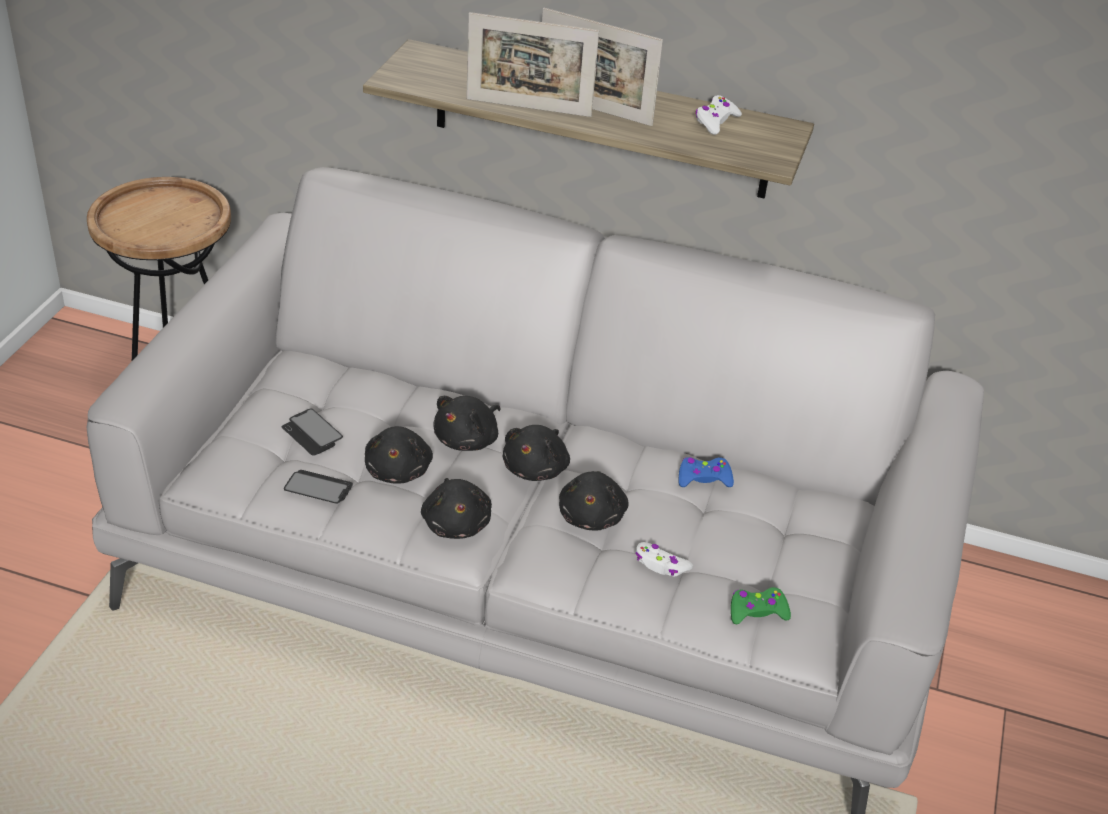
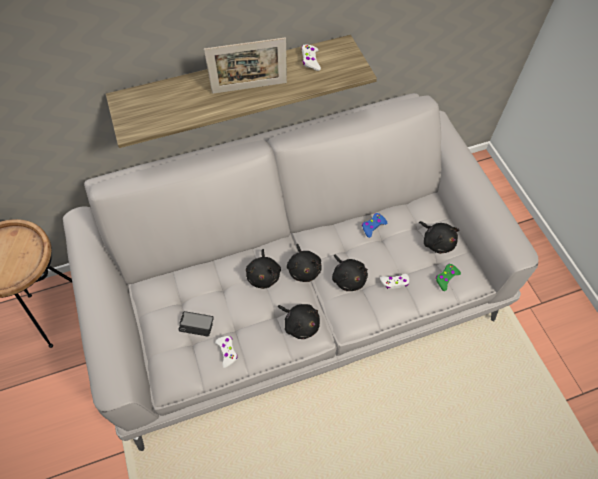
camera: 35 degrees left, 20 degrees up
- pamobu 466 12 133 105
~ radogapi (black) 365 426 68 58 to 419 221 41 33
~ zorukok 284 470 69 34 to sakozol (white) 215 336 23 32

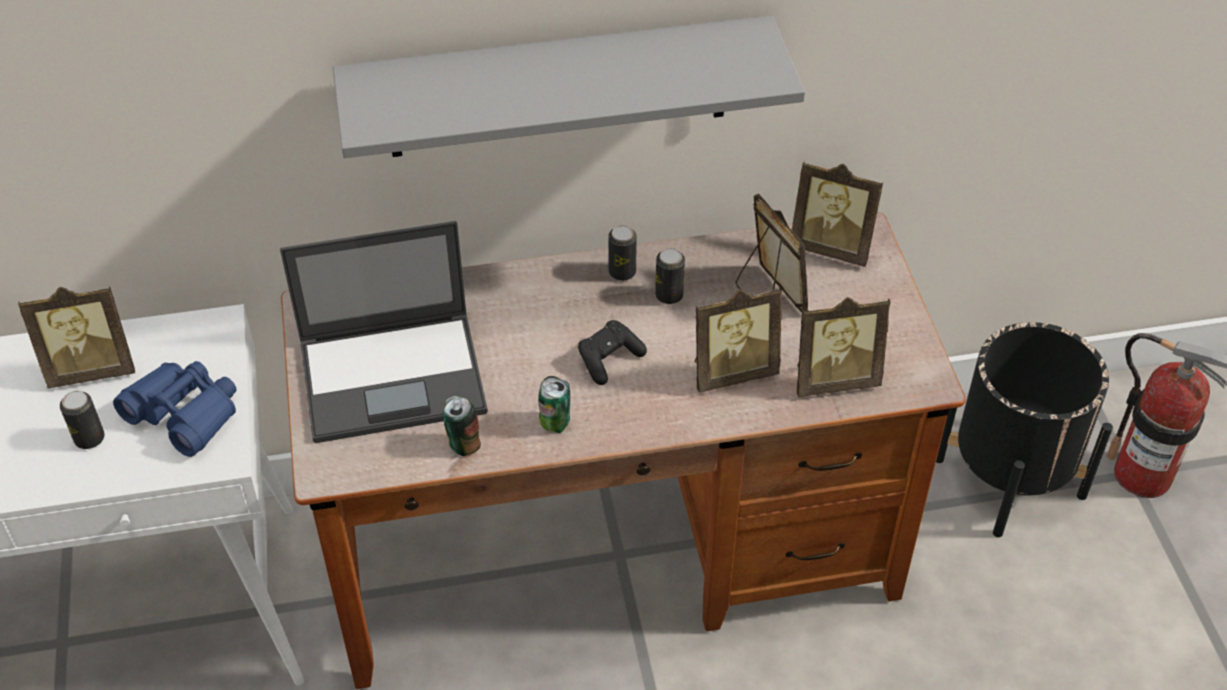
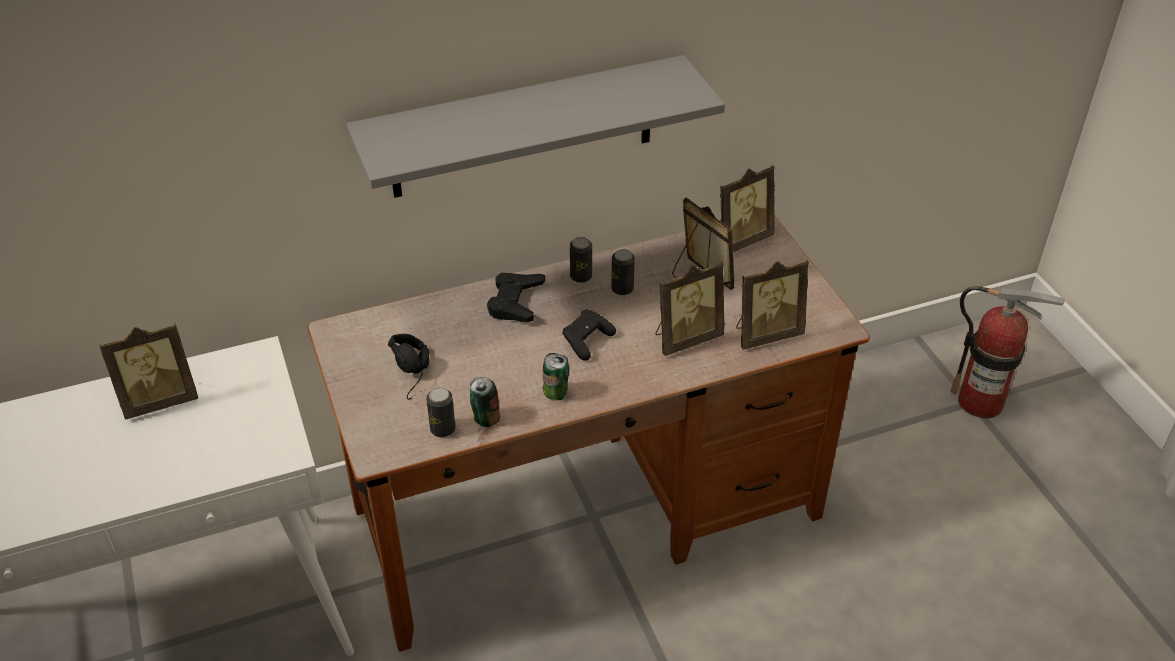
camera: 10 degrees left, 5 degrees down
- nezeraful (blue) 113 361 123 96
- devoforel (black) 936 322 177 215
+ sakozol (black) 487 273 58 49
~ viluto 60 391 45 58 to 426 387 29 50
~ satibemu 280 221 208 222 to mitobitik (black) 388 334 42 66
~ pamobu 792 161 91 106 = 720 165 55 87 45 degrees counterclockwise

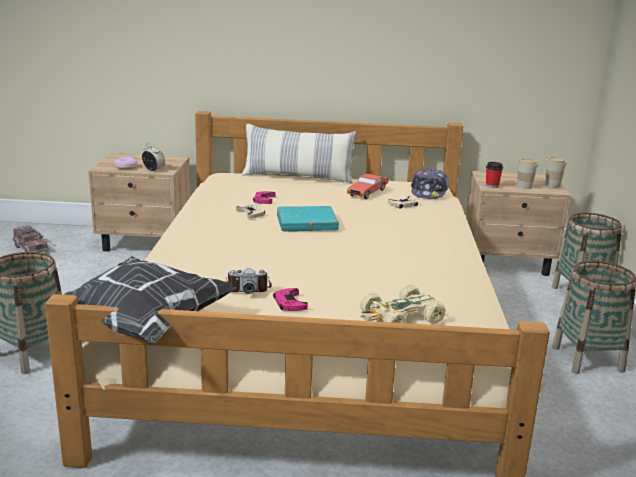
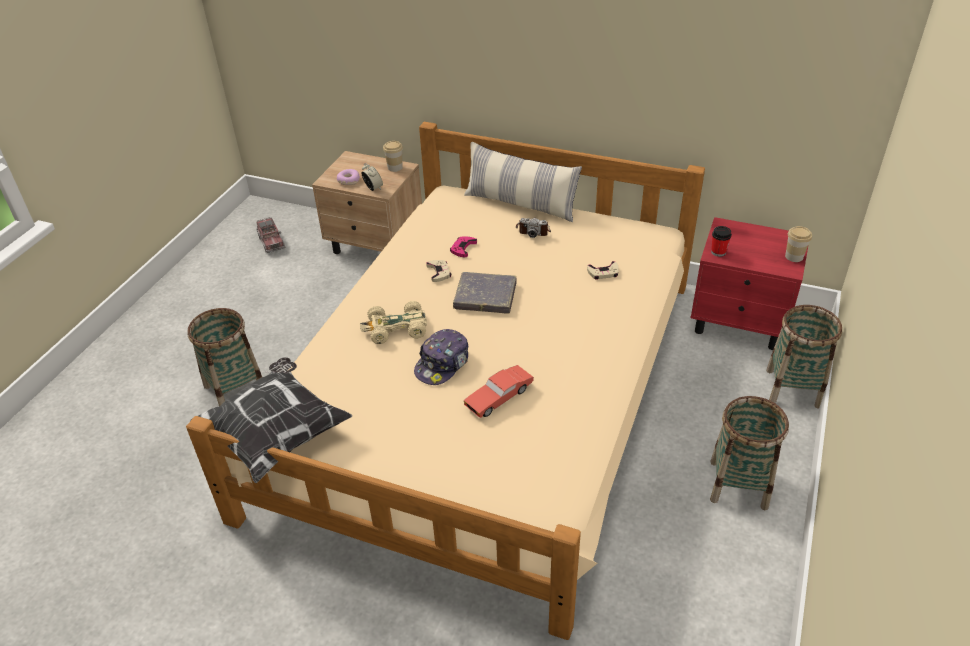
camera: 20 degrees right, 20 degrees up
- sakozol (pink) 273 288 35 23
~ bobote 225 268 47 26 to 516 218 35 20
~ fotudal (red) 347 174 42 25 to 464 365 70 53
~ fotudal (beige) 360 284 86 40 to 360 301 67 43
~ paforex 411 168 38 31 to 414 329 54 56
~ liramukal 517 158 21 31 to 383 141 20 31
~ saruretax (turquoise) 277 206 62 26 to saruretax (grey) 453 272 64 42
~ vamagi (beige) 466 171 105 105 to vamagi (red) 691 217 117 133

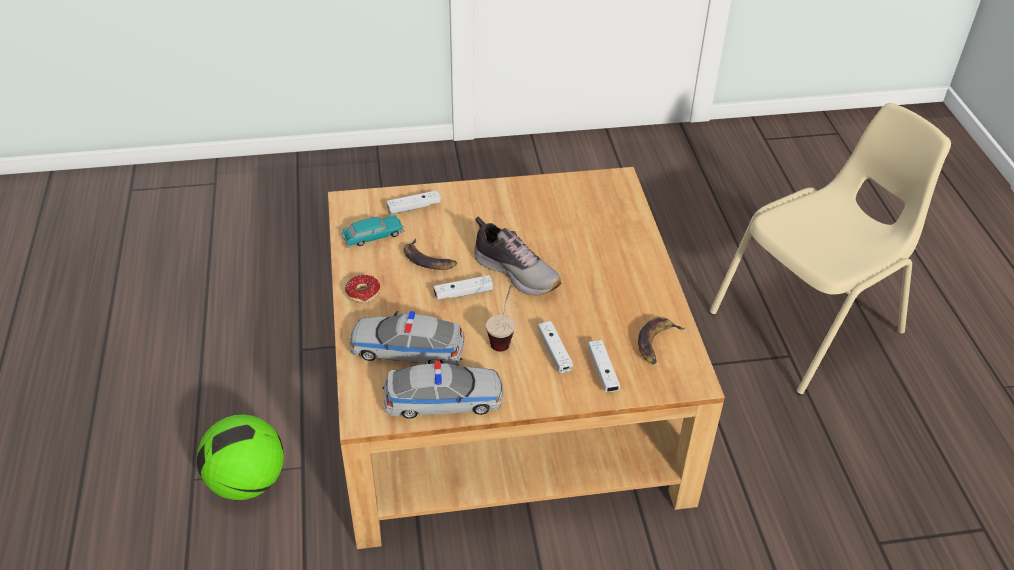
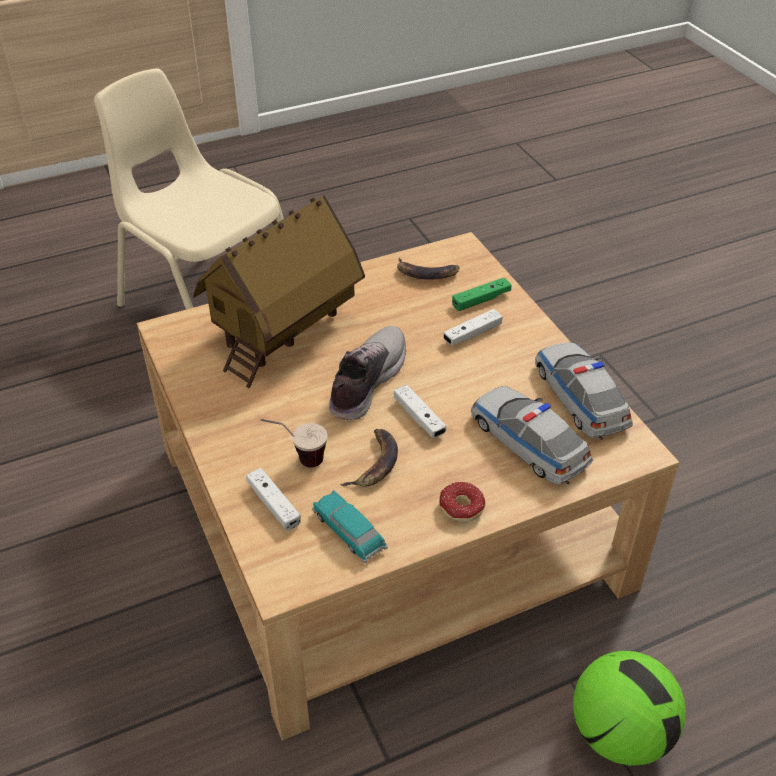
camera: 105 degrees left, 0 degrees up
+ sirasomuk 193 195 172 193
~ liramukal 486 285 29 67 to 260 419 67 48
~ sakozol (white) 588 340 32 52 to sakozol (green) 452 278 59 33
~ fotudal 349 311 116 54 = 471 386 122 99 150 degrees clockwise

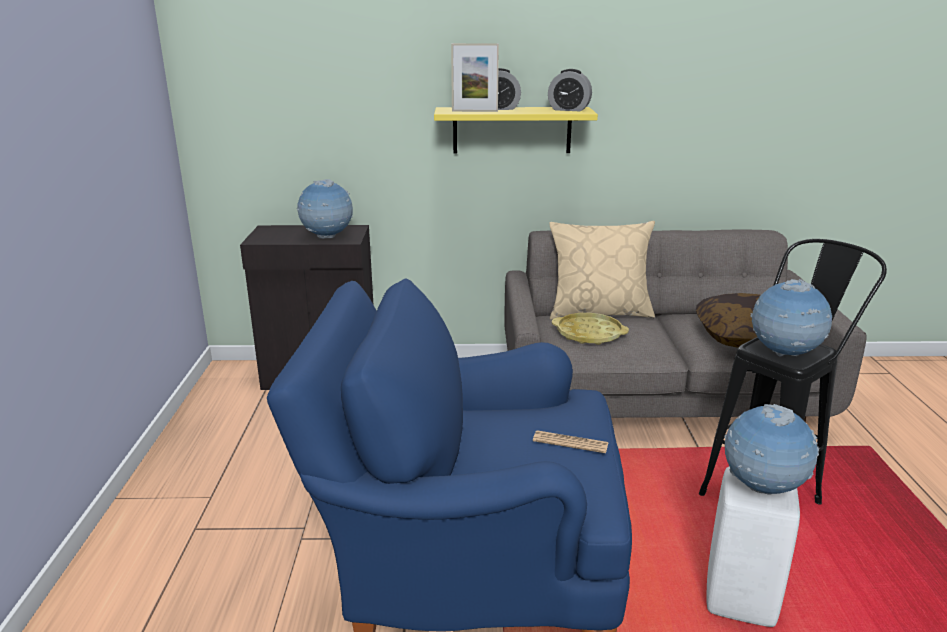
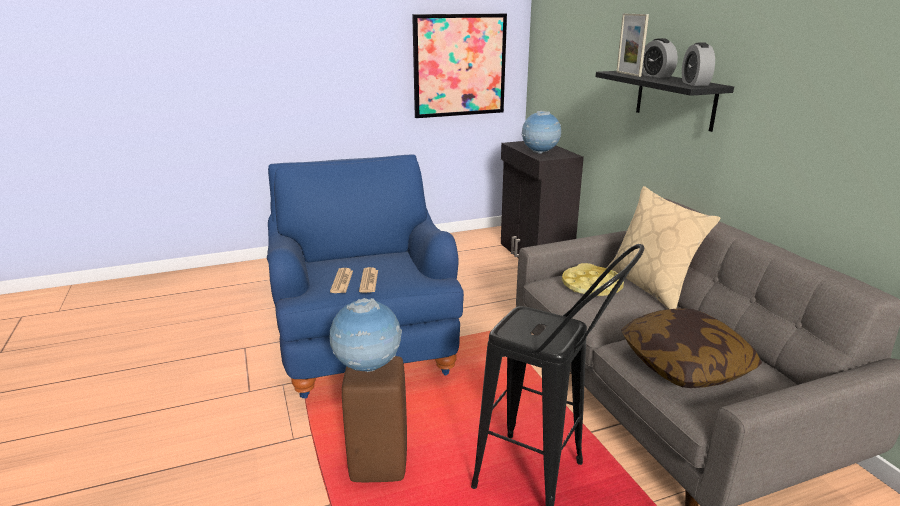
camera: 70 degrees right, 0 degrees up
- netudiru 751 279 81 78
+ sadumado 330 268 23 25
+ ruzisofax 412 14 95 104
~ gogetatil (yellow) 434 107 164 47 to gogetatil (black) 596 71 138 61
~ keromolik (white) 706 467 94 160 to keromolik (brown) 342 356 65 126

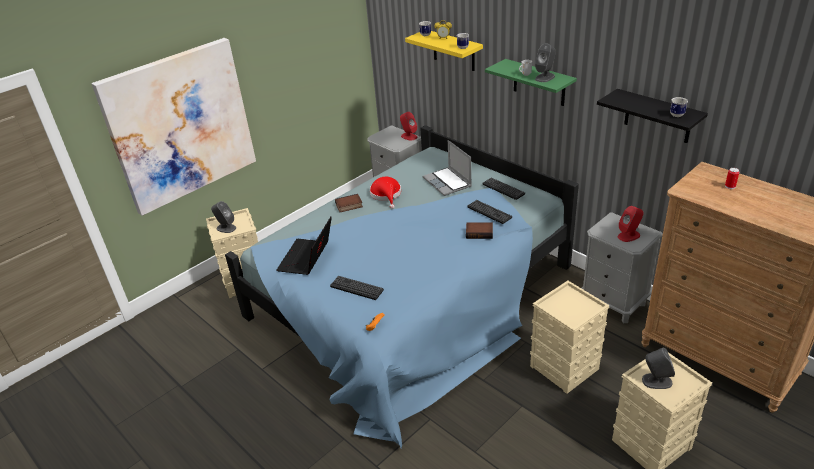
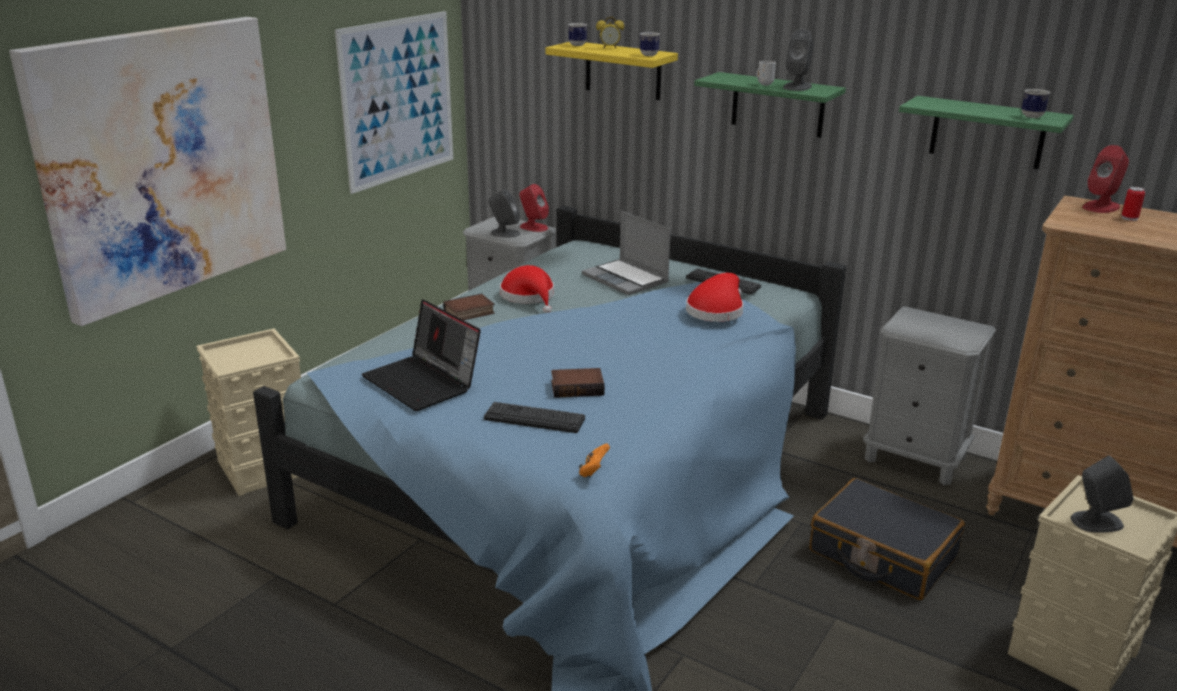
camera: 15 degrees left, 10 degrees down
+ ruzisofax 335 11 118 183
~ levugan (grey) 211 201 25 32 to 489 189 31 48
~ saruretax 466 223 27 16 to 551 368 54 30
~ levugan (red) 618 206 25 36 to 1083 145 46 68
~ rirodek 467 200 45 24 to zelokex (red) 686 273 57 49
~ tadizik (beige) 530 281 79 113 to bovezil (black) 809 478 156 122
~ gogetatil (black) 597 89 111 54 to gogetatil (green) 899 96 175 73
~ satibemu 277 217 55 58 = 361 299 120 112 45 degrees counterclockwise

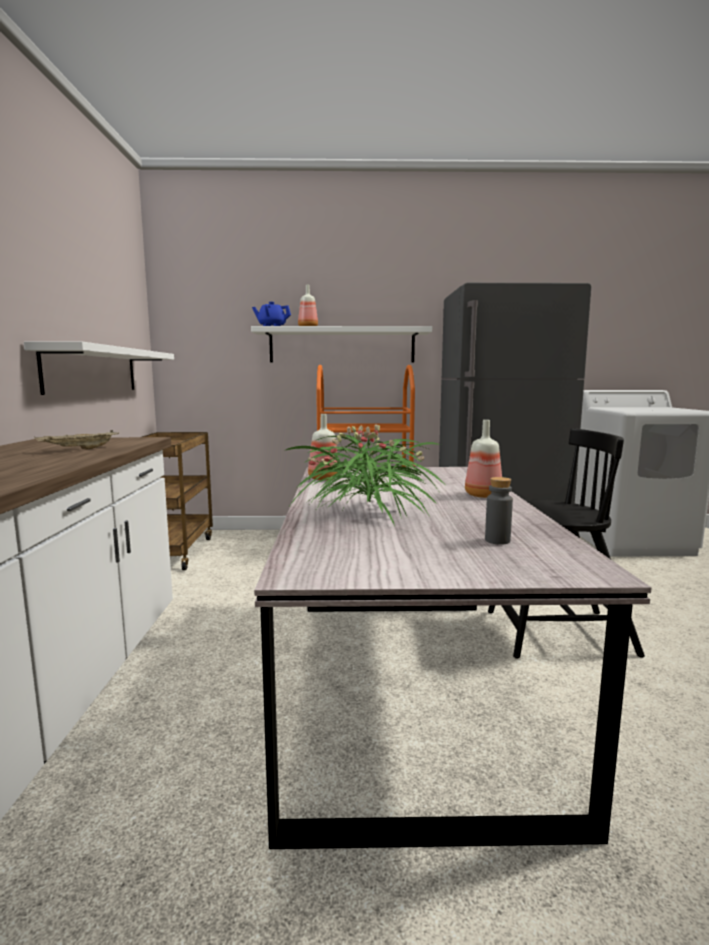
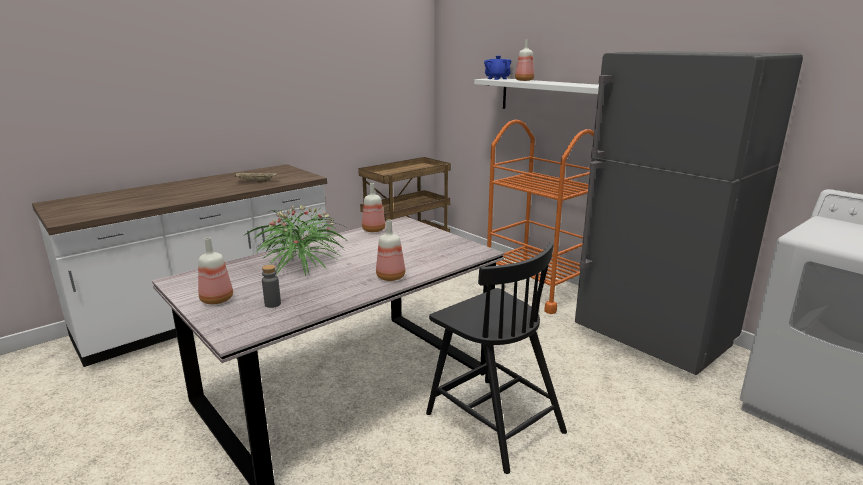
camera: 50 degrees right, 10 degrees up
- gogetatil (white) 24 341 150 54
+ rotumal 198 237 35 67

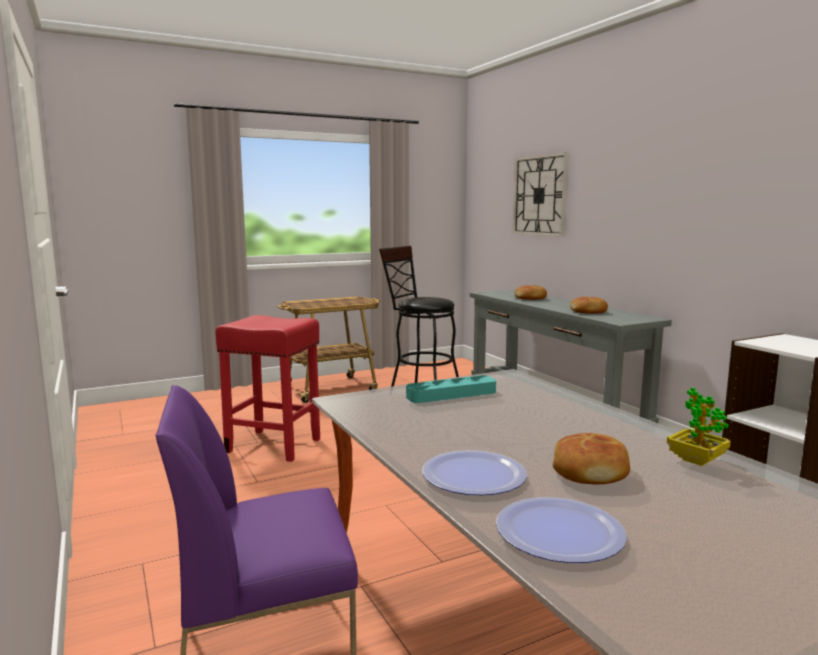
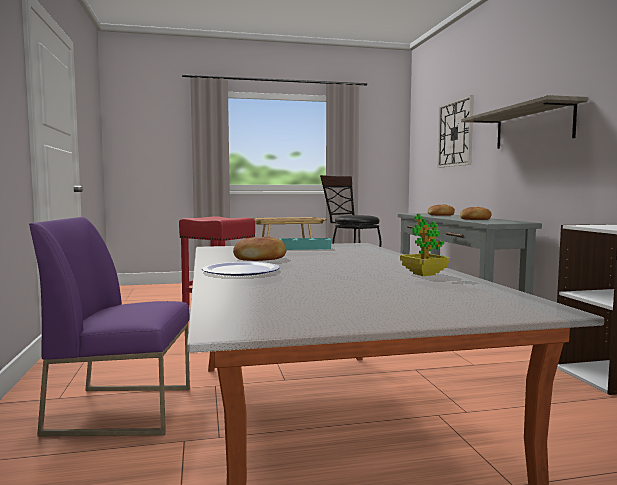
camera: 15 degrees right, 5 degrees down
- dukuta 496 497 131 66
+ gogetatil 461 95 127 54
~ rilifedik 553 433 77 51 to 233 236 53 25

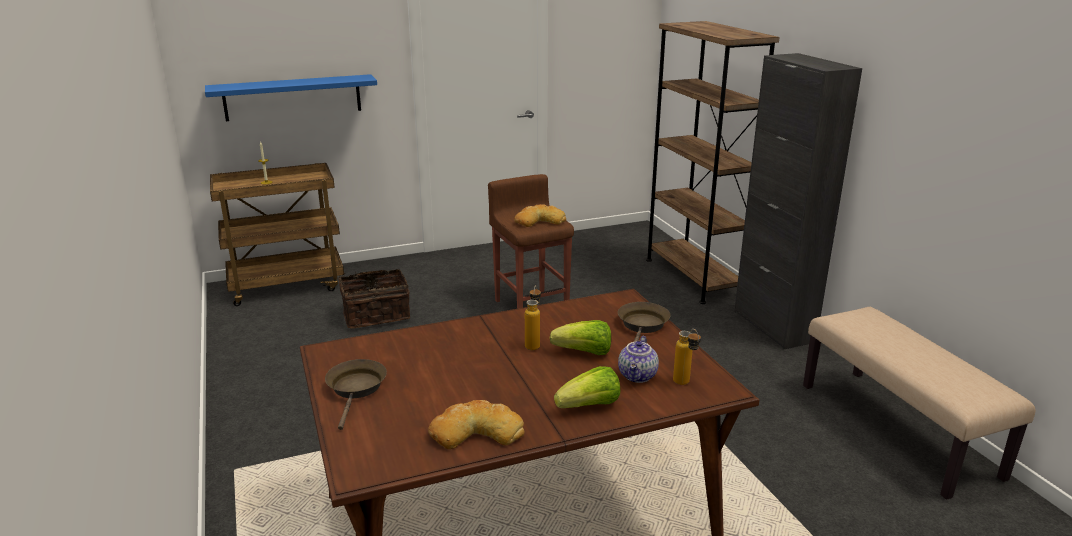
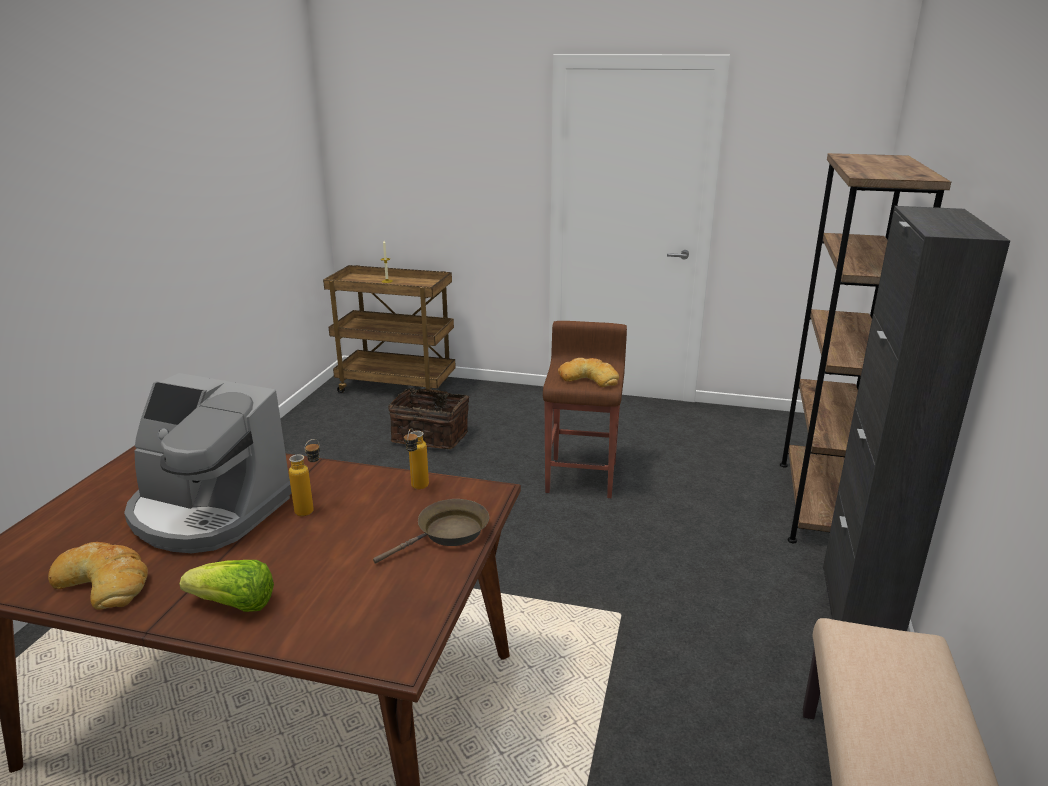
camera: 35 degrees right, 0 degrees up
- gogetatil (blue) 205 74 172 47
- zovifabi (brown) 325 359 62 71
- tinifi 550 320 61 35
- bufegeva 618 336 41 47
+ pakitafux 124 373 168 180
~ rotumal 673 329 28 56 to 404 428 25 61

